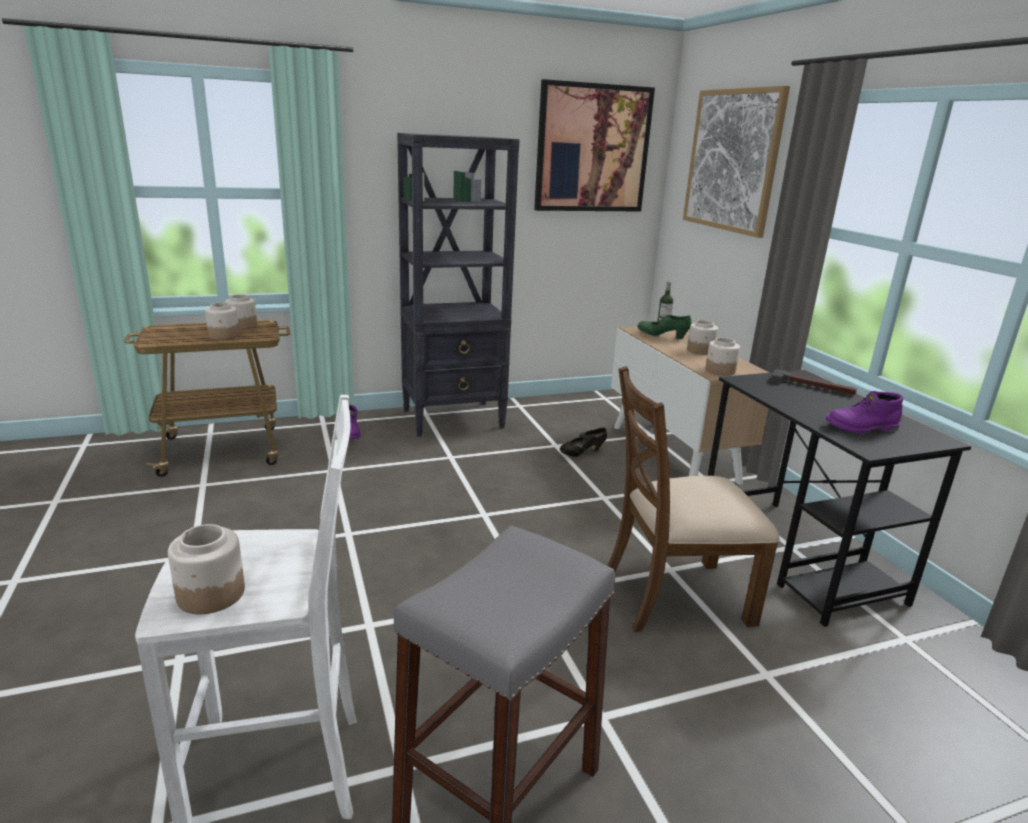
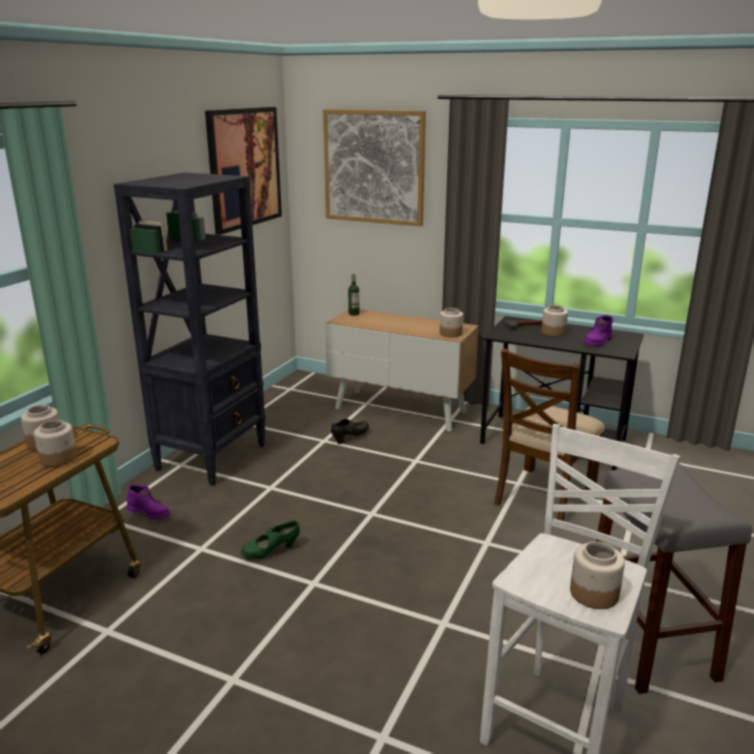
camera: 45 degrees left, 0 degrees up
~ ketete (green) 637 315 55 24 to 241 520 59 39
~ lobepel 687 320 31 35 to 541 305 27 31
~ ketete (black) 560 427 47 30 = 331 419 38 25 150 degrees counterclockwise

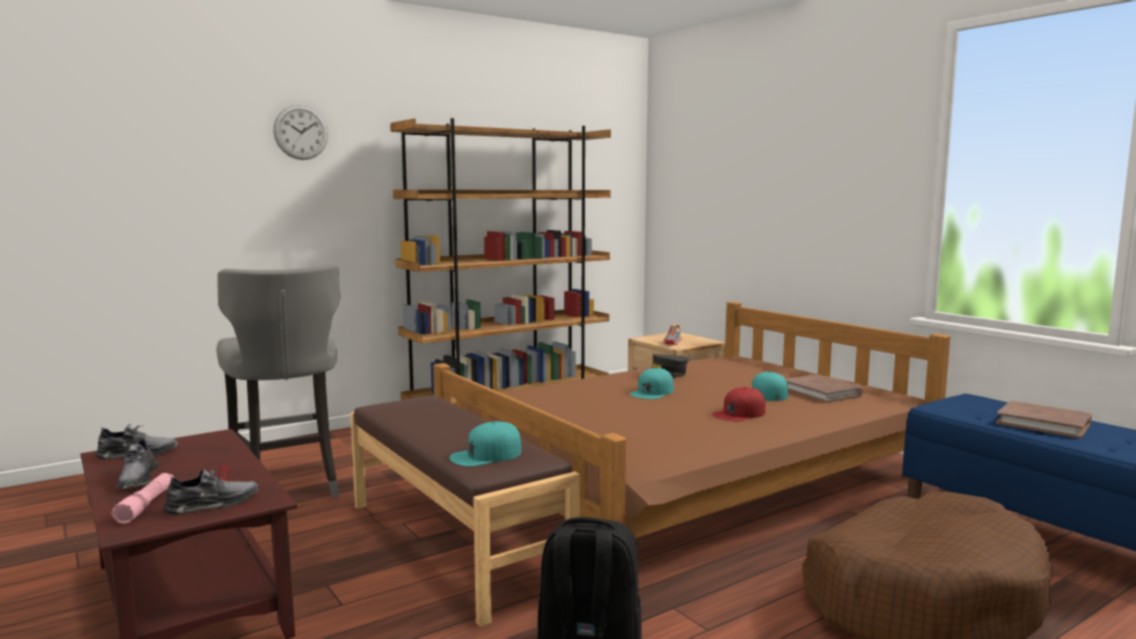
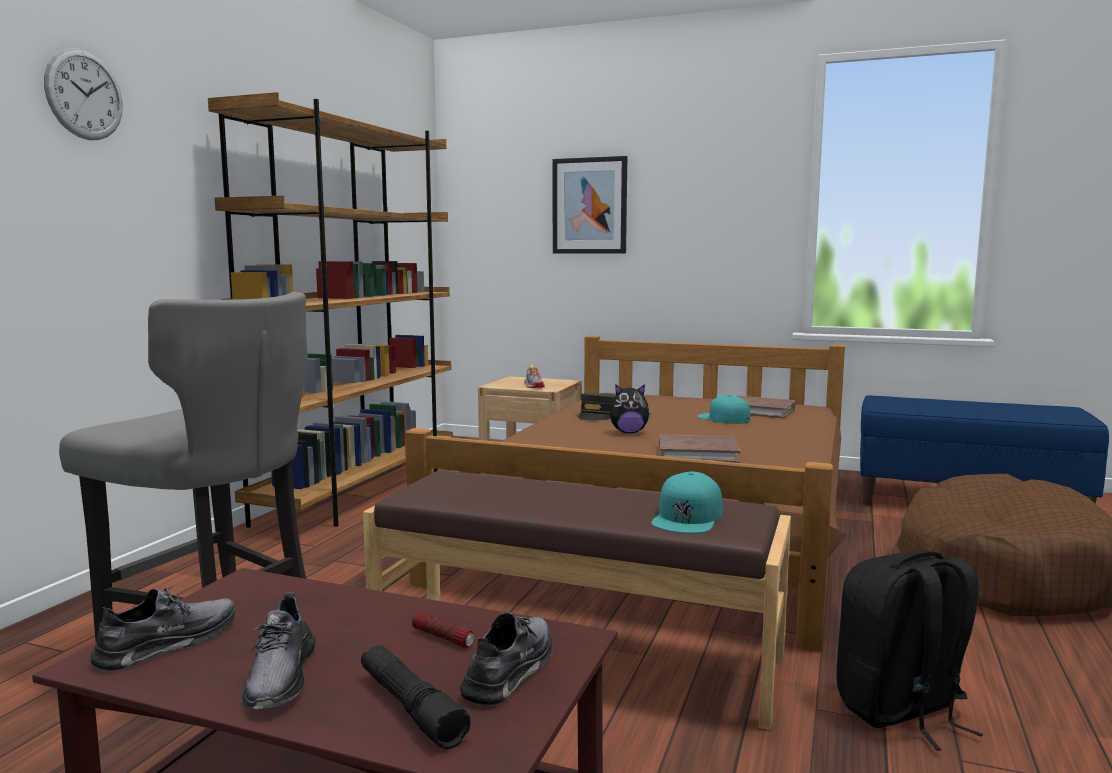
camera: 35 degrees left, 0 degrees up
- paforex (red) 712 387 53 34
+ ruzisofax 553 156 74 97
~ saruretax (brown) 996 401 96 38 to 659 434 82 29
~ paforex (turquoise) 630 368 44 31 to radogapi 610 384 41 49
~ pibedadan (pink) 112 473 62 51 to pibedadan (black) 361 645 110 104
~ ketete (grey) 116 437 43 52 = 241 592 75 117 45 degrees clockwise

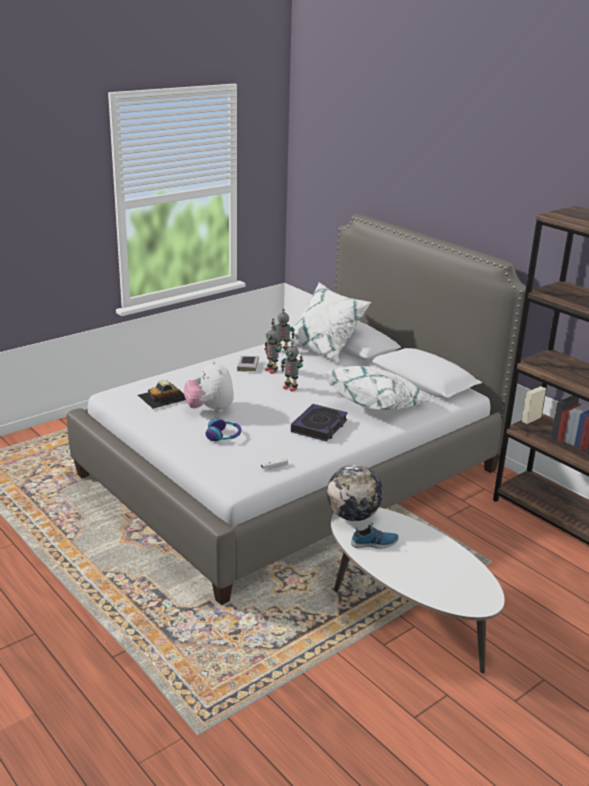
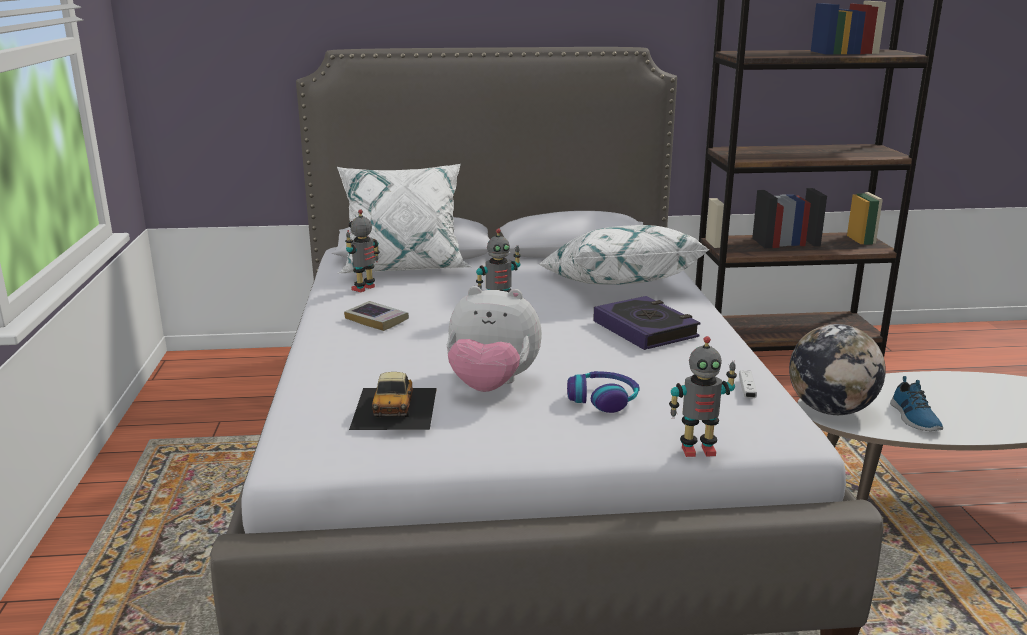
camera: 55 degrees left, 5 degrees down
~ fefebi 264 326 18 48 to 669 336 68 121
~ ketete 351 523 48 26 = 890 376 53 55 150 degrees clockwise

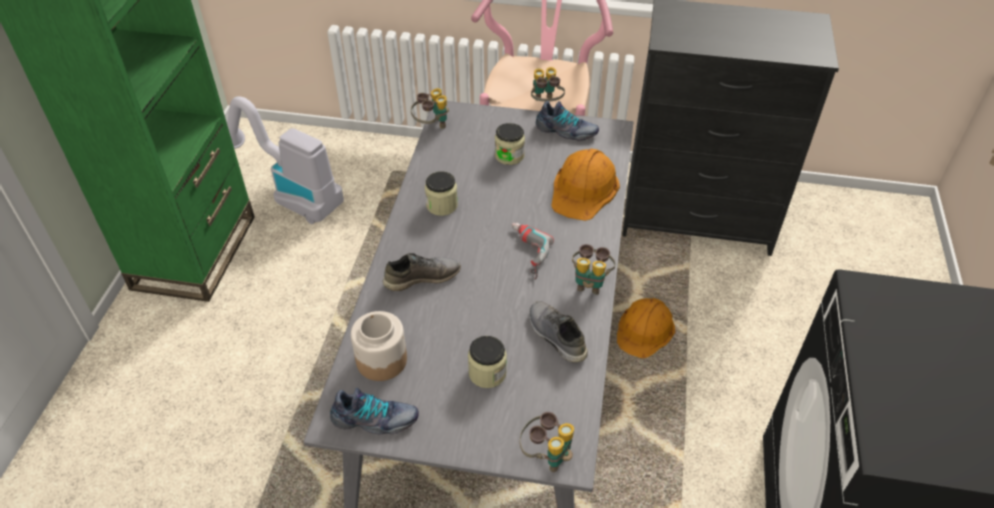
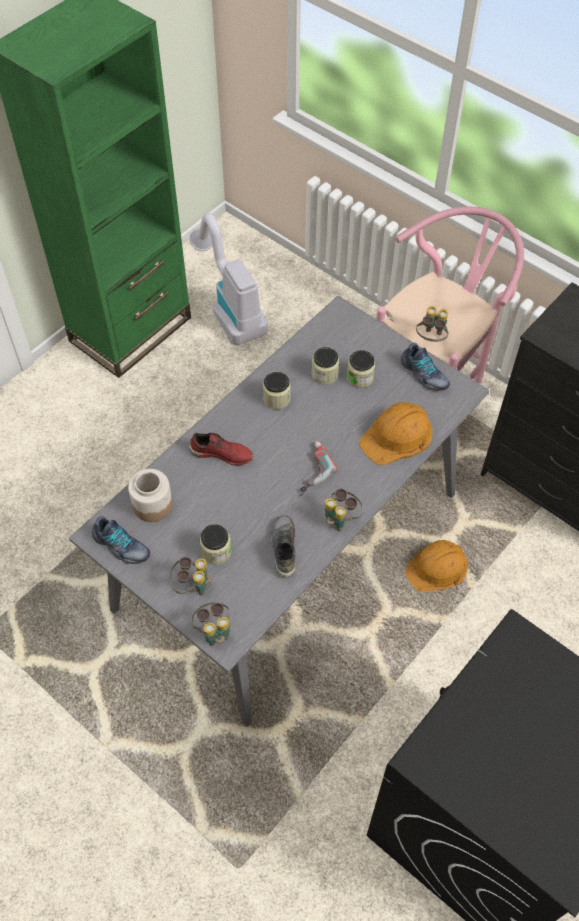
camera: 30 degrees right, 10 degrees up
+ lobepel 312 347 27 38
~ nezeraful 411 88 38 41 to 169 557 43 39
~ ketete (grey) 383 253 78 38 to ketete (red) 189 433 64 32

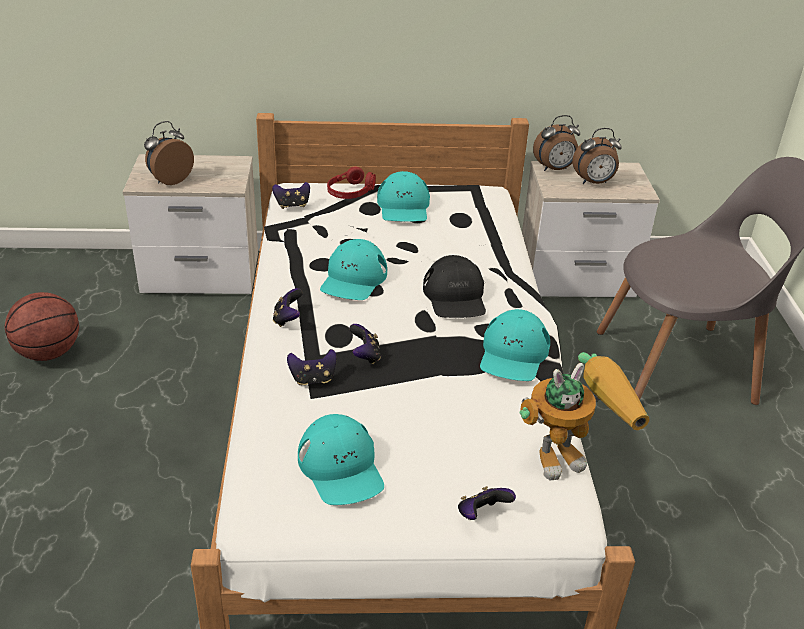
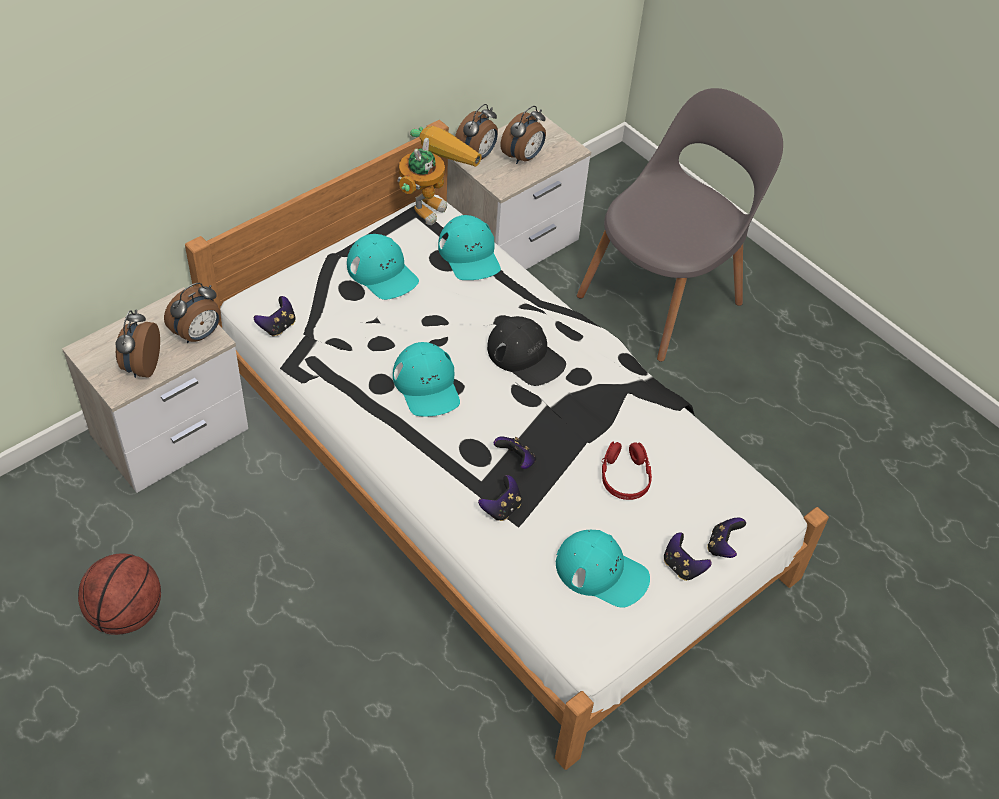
camera: 40 degrees left, 15 degrees up
+ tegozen 164 283 57 60
~ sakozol 273 288 30 39 to 664 533 48 48
~ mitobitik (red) 327 166 49 33 to 602 441 50 59
~ paforex (turquoise) 480 309 70 72 to 438 215 63 65
~ fefebi 520 352 130 128 to 398 126 84 99

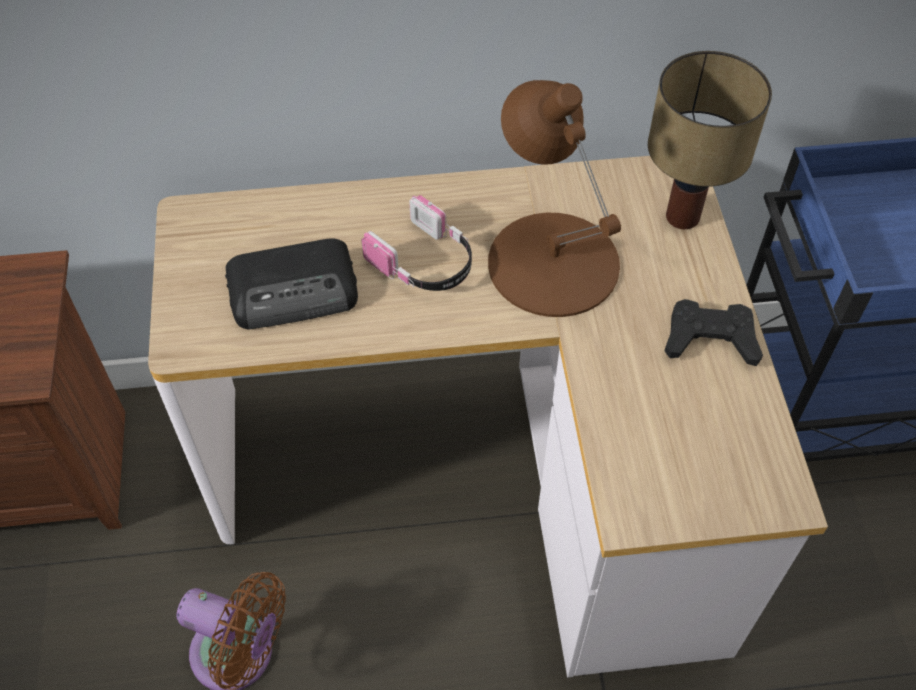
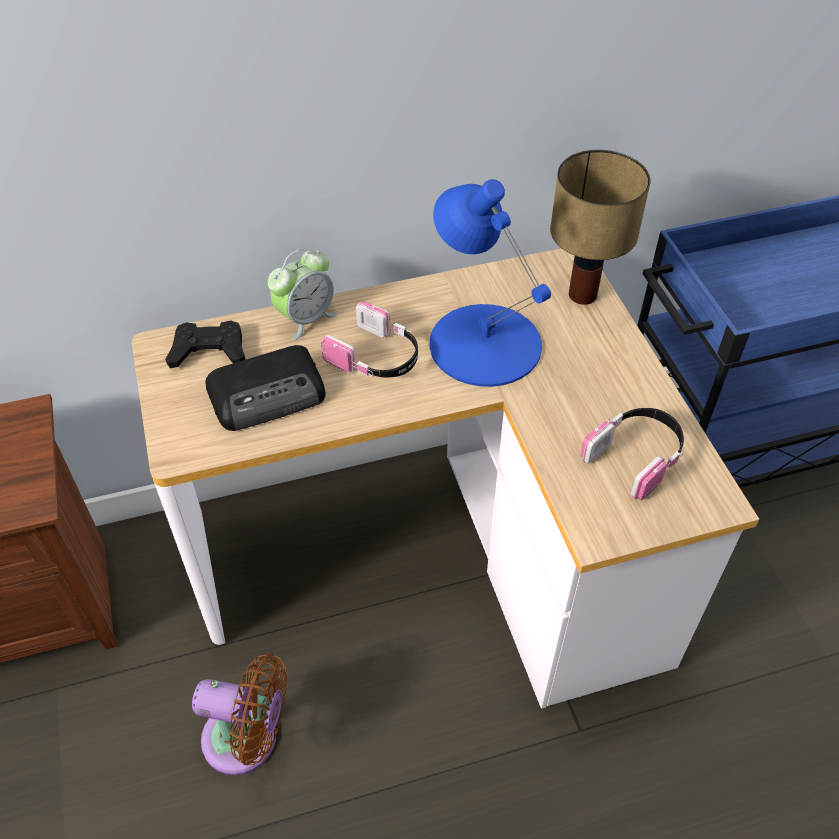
camera: 10 degrees left, 5 degrees down
+ tegozen 268 249 69 91
+ mitobitik 580 408 104 92
~ sakozol (black) 664 299 99 67 to 165 321 80 47
~ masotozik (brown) 488 80 133 237 to masotozik (blue) 430 179 121 208

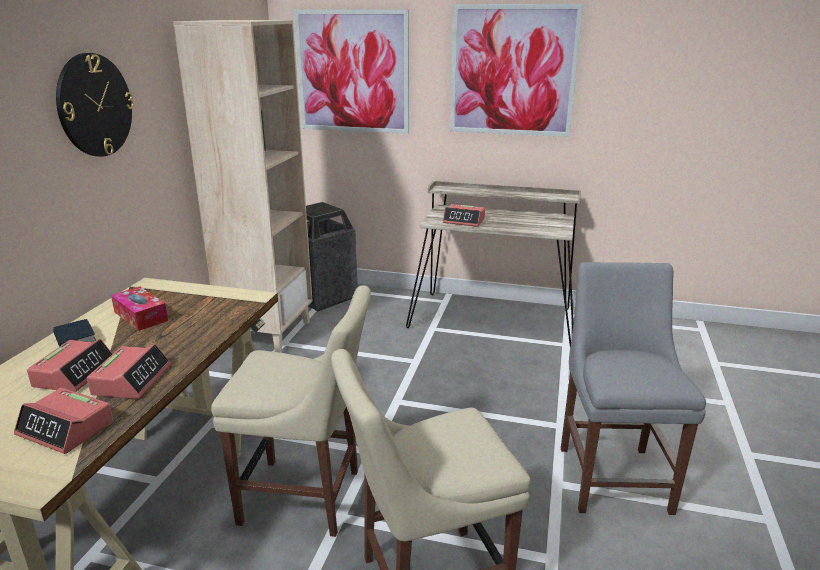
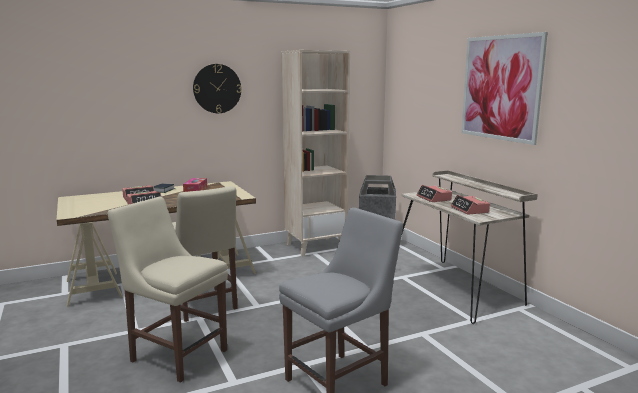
camera: 50 degrees right, 10 degrees down
- ruzisofax 294 9 115 125
~ tegozen 14 388 99 66 to 451 195 39 20

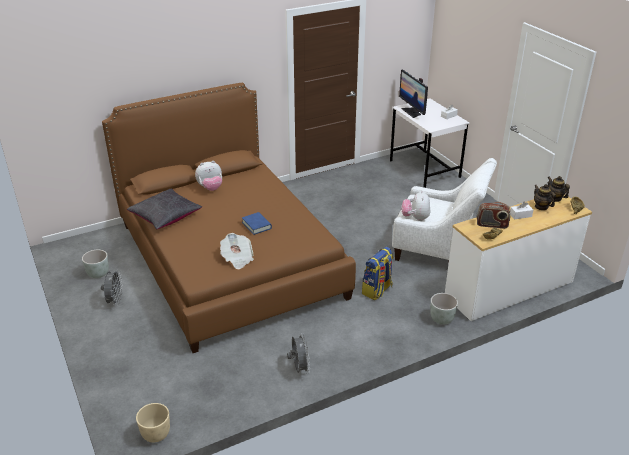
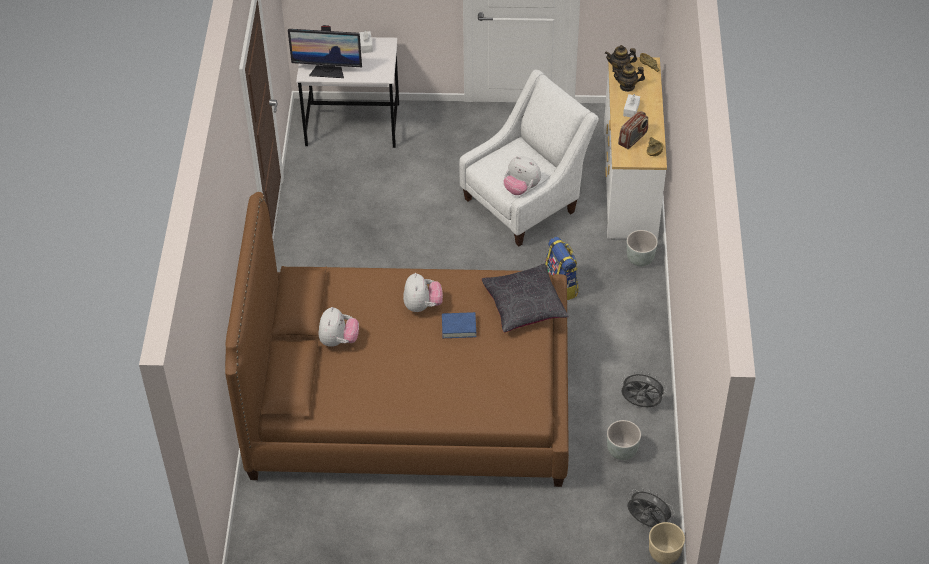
camera: 60 degrees left, 15 degrees up
- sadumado 220 233 34 36
+ radogapi 403 273 40 39
~ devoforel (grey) 82 250 27 28 to 607 420 34 40
~ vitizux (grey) 101 269 22 36 to 628 488 47 40
~ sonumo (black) 127 188 75 41 to 482 264 87 68

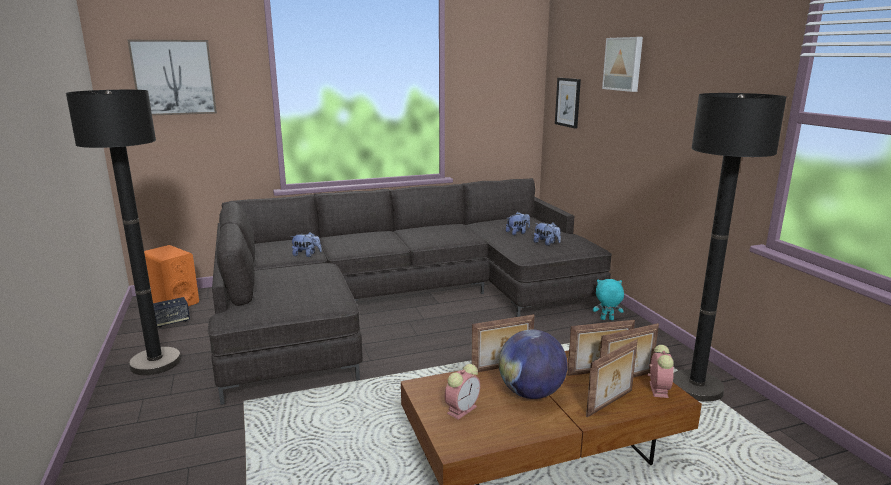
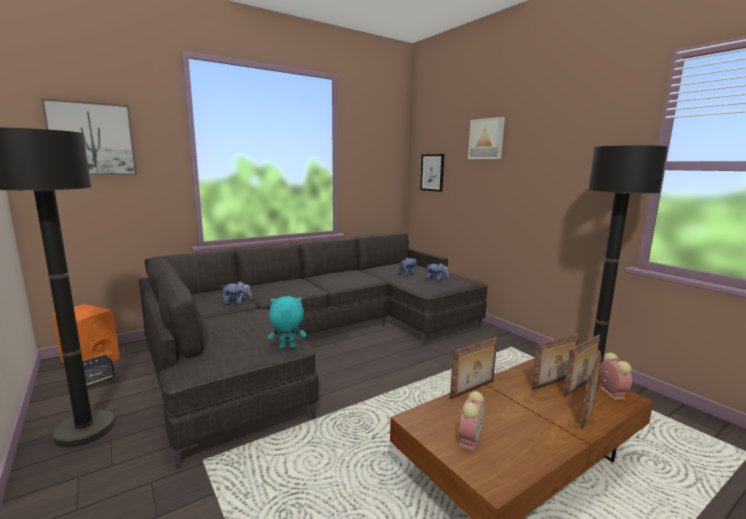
camera: 15 degrees left, 5 degrees down
- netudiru 499 329 69 70
~ radogapi (turquoise) 593 279 31 41 to 268 296 38 53

